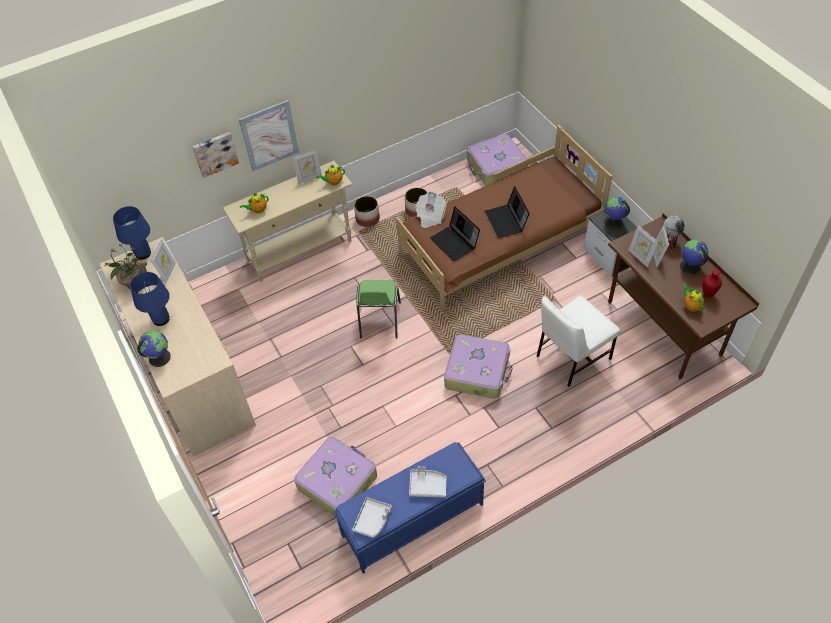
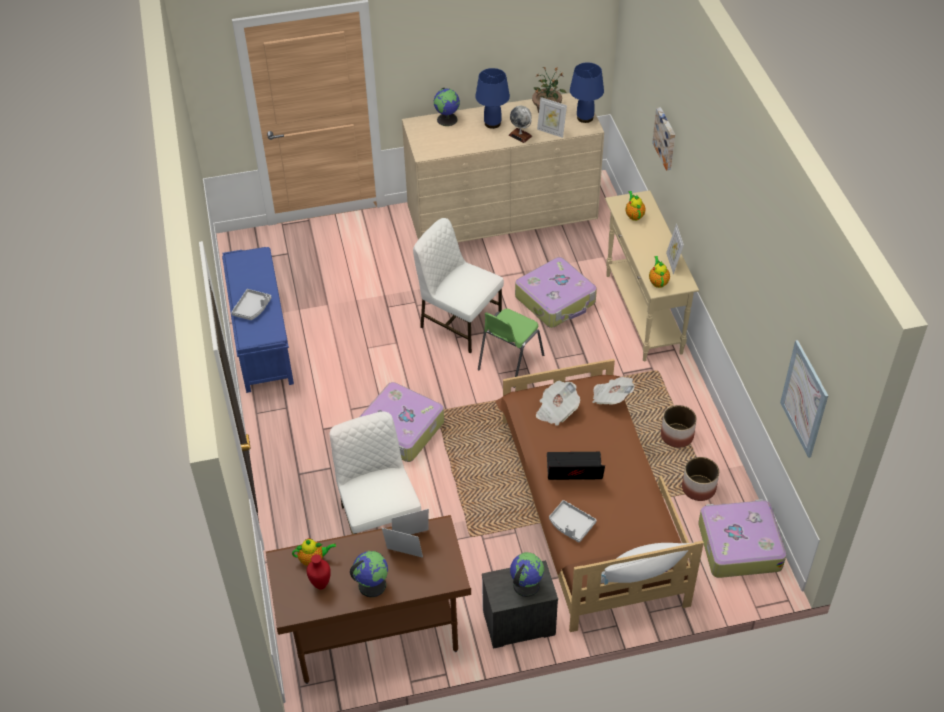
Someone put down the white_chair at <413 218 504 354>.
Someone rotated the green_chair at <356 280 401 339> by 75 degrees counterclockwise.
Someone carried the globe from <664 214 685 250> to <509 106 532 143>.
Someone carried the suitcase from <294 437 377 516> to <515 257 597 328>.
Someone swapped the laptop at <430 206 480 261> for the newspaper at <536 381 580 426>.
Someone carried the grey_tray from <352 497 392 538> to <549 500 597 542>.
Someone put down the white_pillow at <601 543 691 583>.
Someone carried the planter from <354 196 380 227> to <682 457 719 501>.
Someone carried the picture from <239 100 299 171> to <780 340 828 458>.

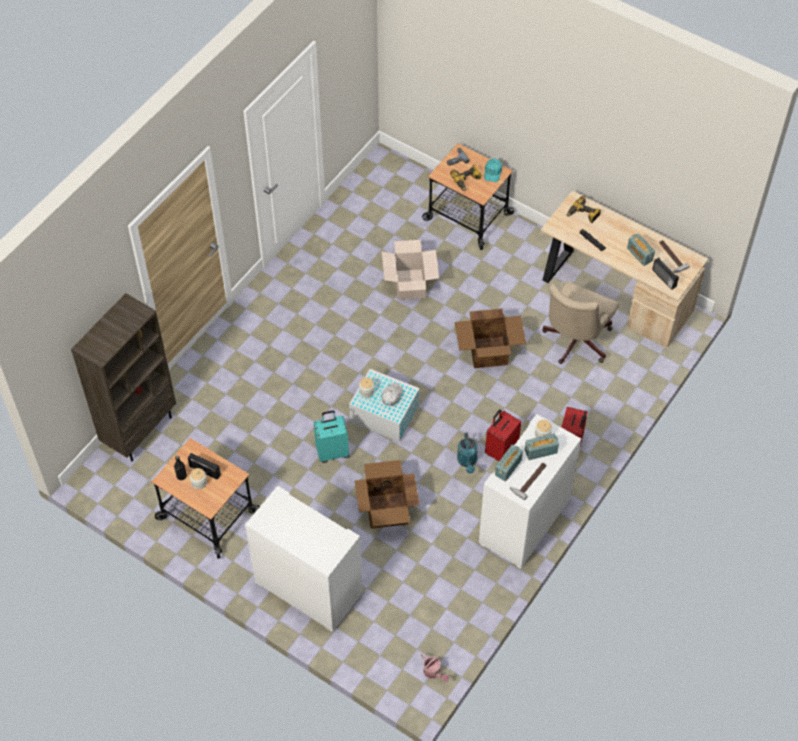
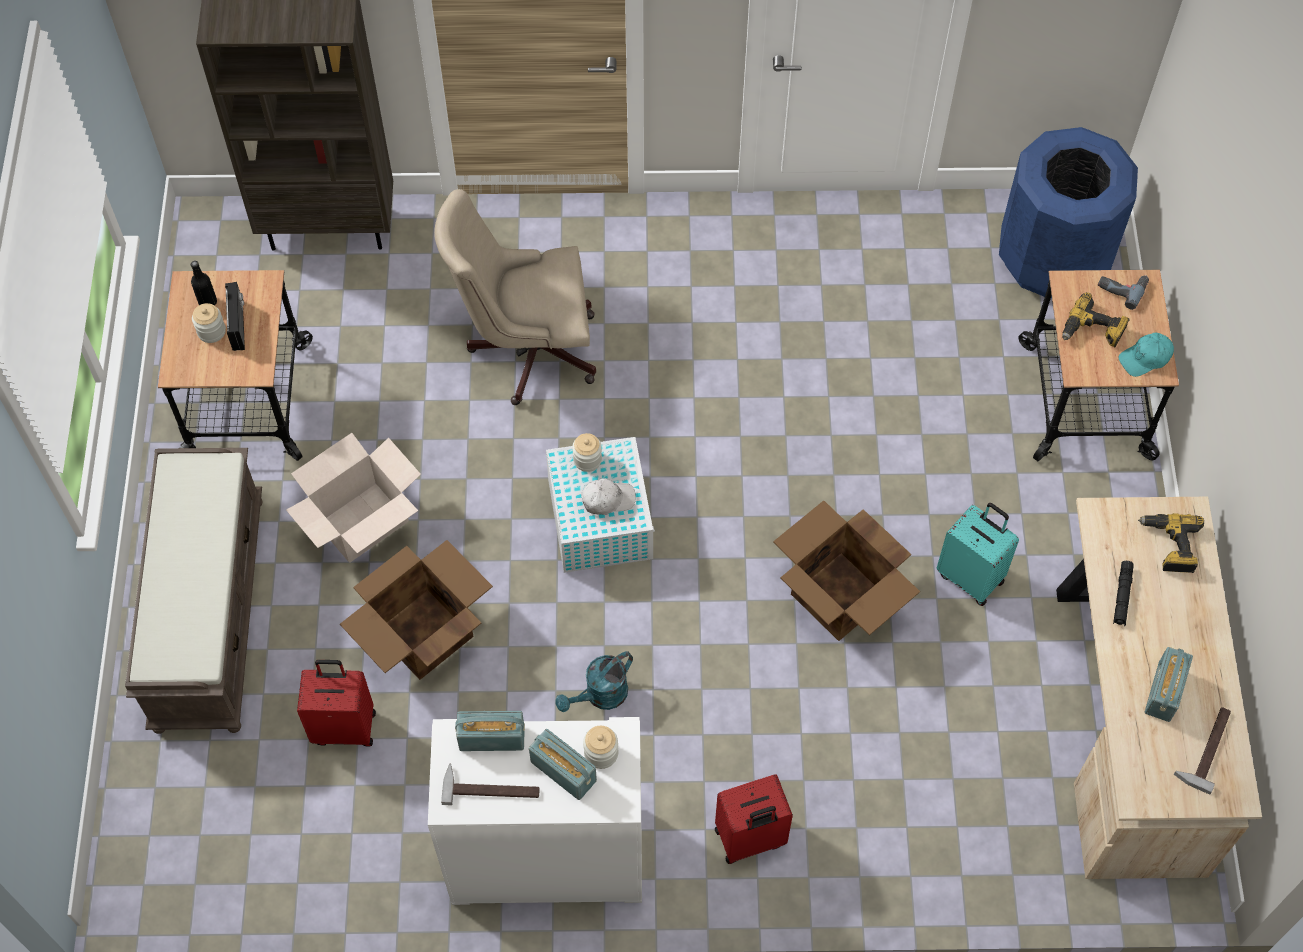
Someone swapped the white_cabinet at <245 486 362 632> for the brown_bench at <125 448 263 734>.
Someone carried the cardboard_box from <382 240 439 300> to <286 433 421 562>.
Someone carried the red_suitcase from <485 409 521 461> to <297 660 376 747>.
Someone carried the beige_office_chair from <542 281 619 364> to <434 189 596 405>.
Someone carried the turquoise_suitcase from <314 410 349 463> to <937 503 1019 606>.
Someone put down the blue_trash_can at <999 127 1138 298>.
Someone took away the watering_can at <421 653 449 682>.
Someone took away the radio at <652 257 679 289>.

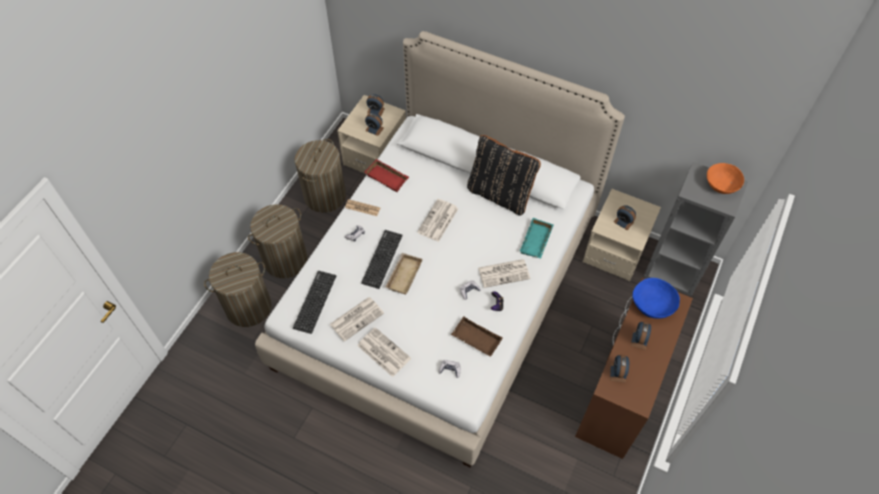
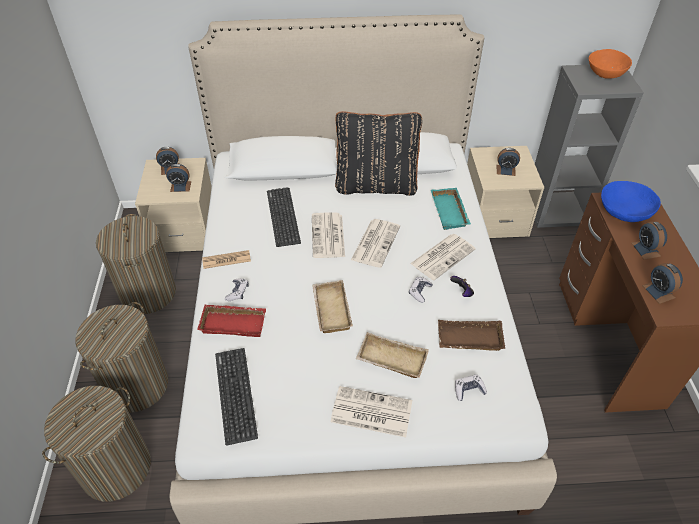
Someone carried the red_tray from <365 159 409 192> to <197 305 266 337>.
Someone carried the keyboard from <361 230 403 289> to <267 187 301 247>.
Someone carried the newspaper from <330 297 384 342> to <351 219 400 268>.
Someone put down the beige_tray at <356 332 429 378>.

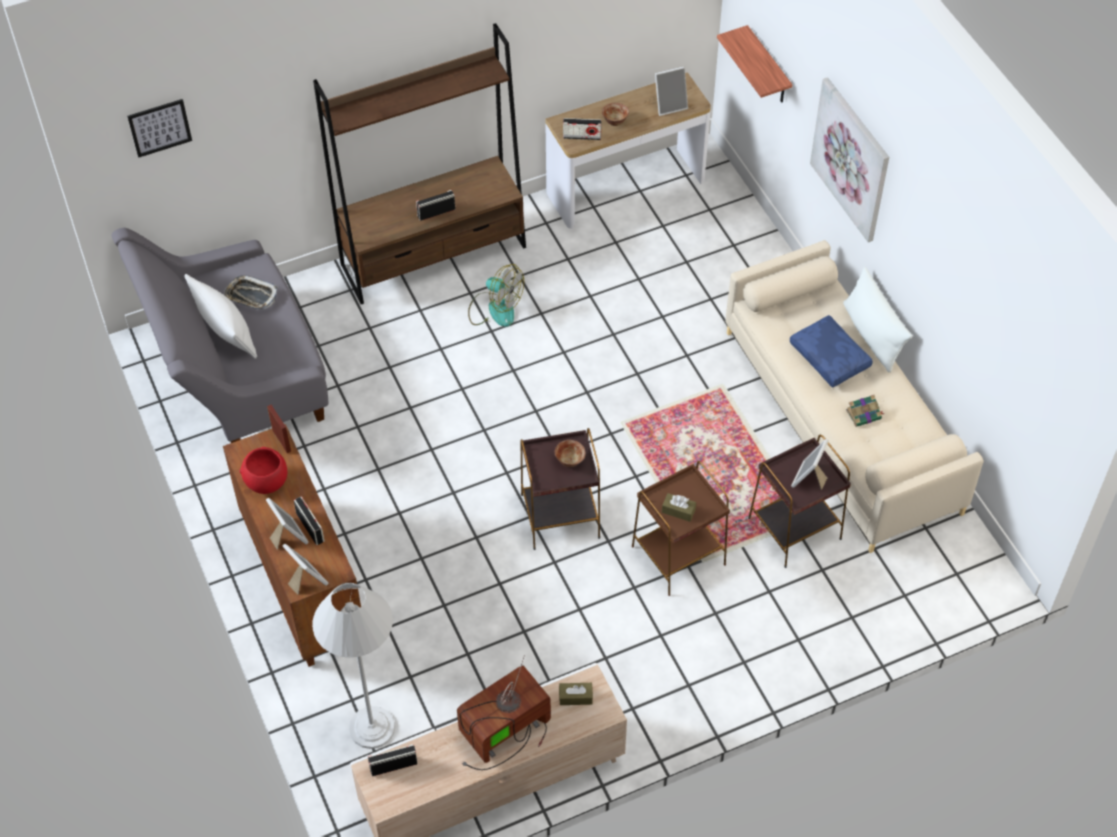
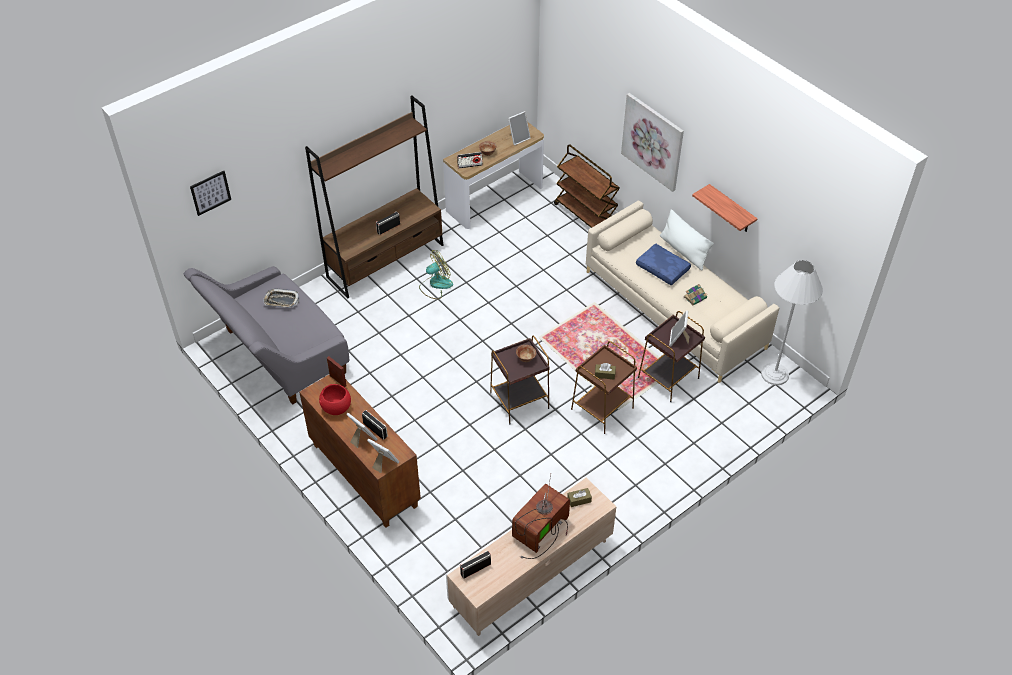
Someone rotated the fan at <468 264 524 327> by 45 degrees counterclockwise.
Someone put down the brown_cart at <554 144 620 228>.
Someone carried the shelf from <717 25 792 102> to <692 184 758 232>.
Someone carried the white_floor_lamp from <312 583 395 749> to <761 260 823 385>.
Someone took away the white_pillow at <185 274 257 359>.

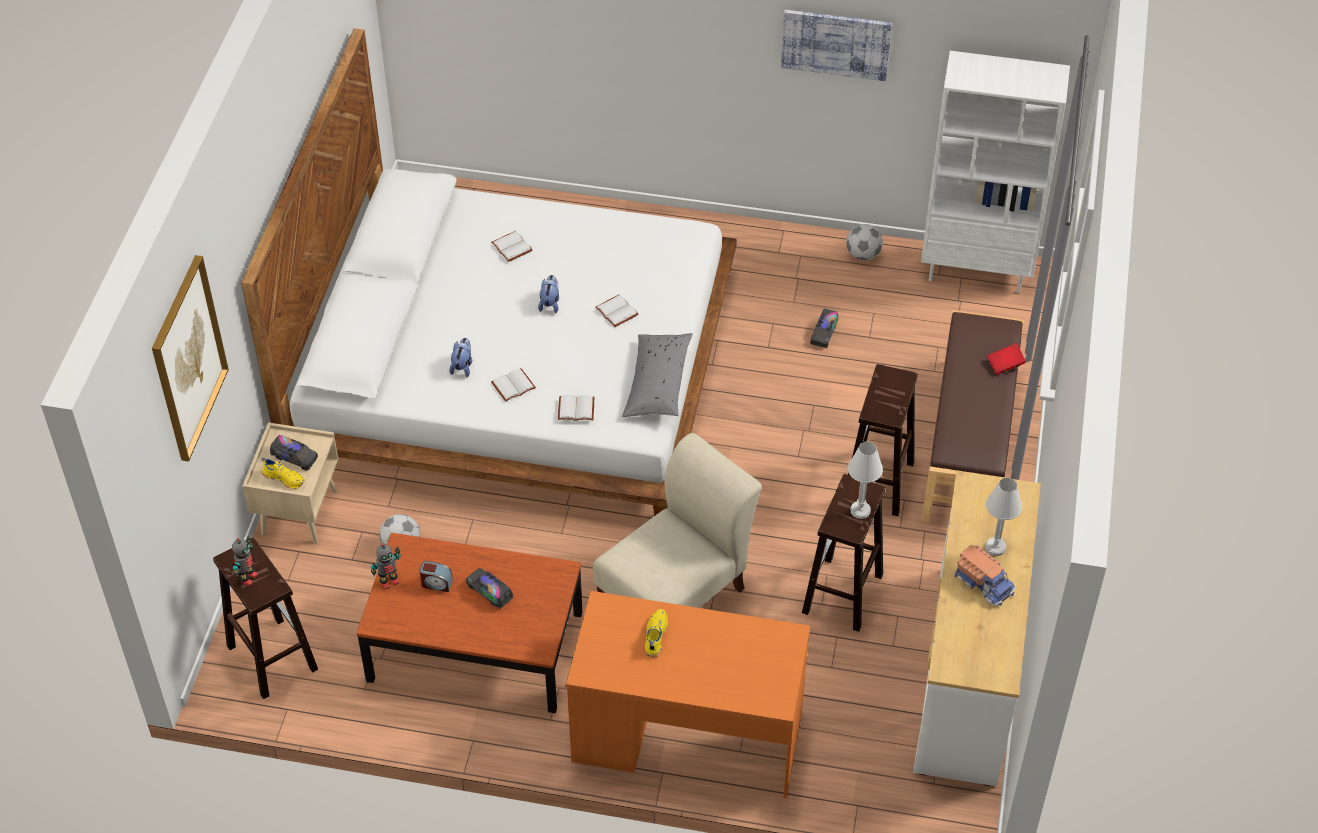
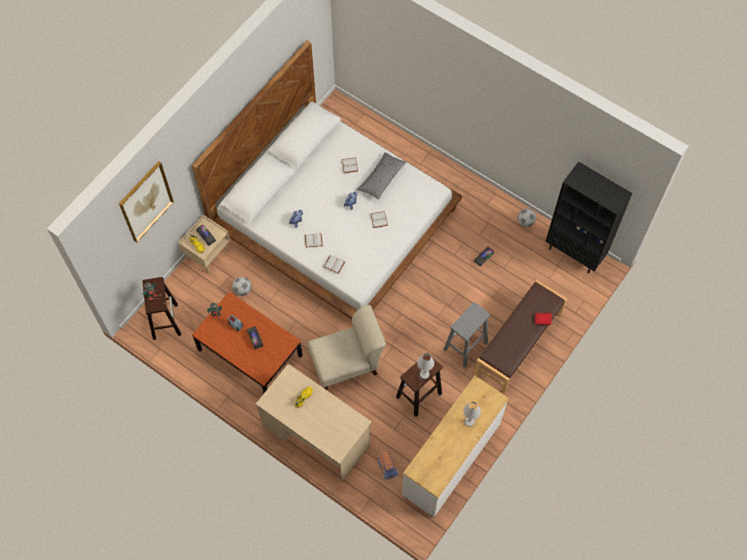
Someone repainted the orange_desk at <566 591 810 798>, which became the beige_desk at <256 364 372 482>.
Someone carried the grey_pillow from <622 333 693 417> to <357 153 407 200>.
Someone carried the toy_truck from <955 544 1015 606> to <377 450 399 480>.
Someone repainted the brown_stool at <848 364 918 516>, which became the grey_stool at <443 302 490 367>.
Someone repainted the white_bookcase at <921 51 1070 293>, which became the black_bookcase at <546 161 632 273>.
Someone took away the picture at <781 10 892 81>.

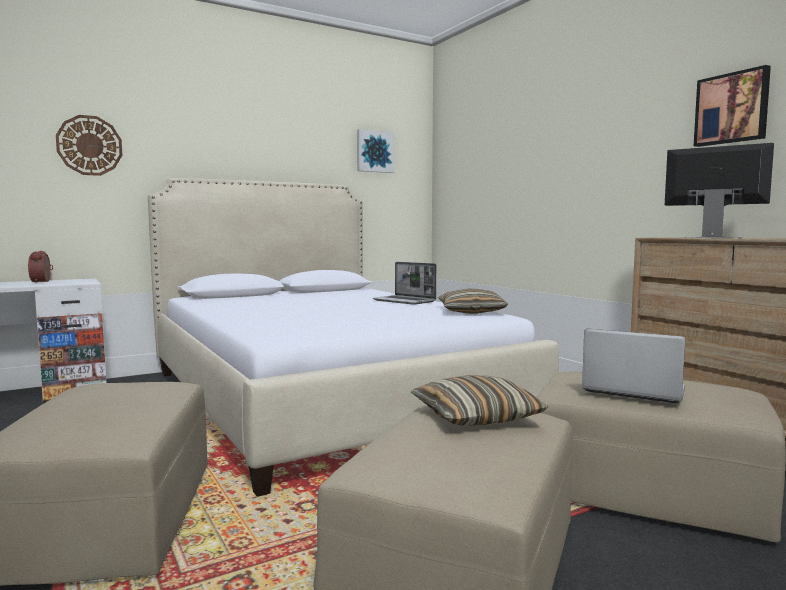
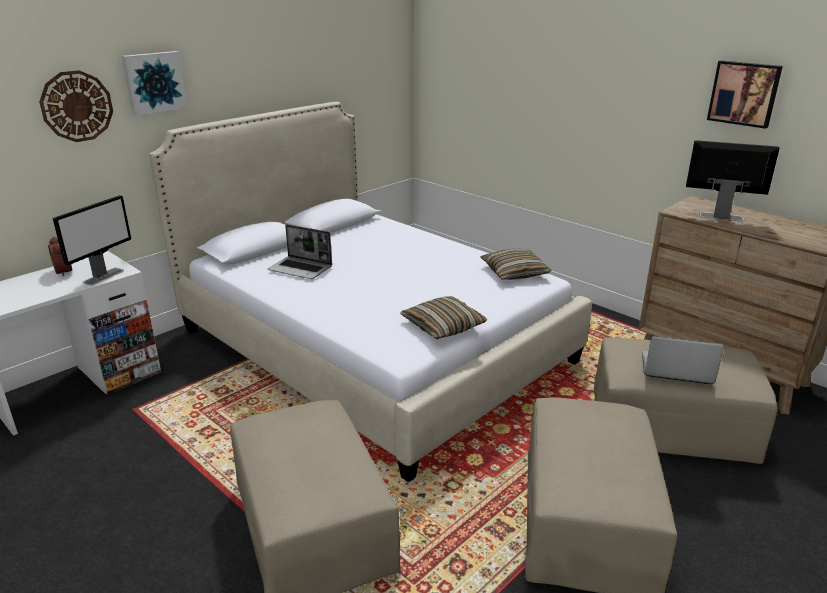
Someone put down the monitor at <53 195 131 286>.
Someone carried the picture from <357 129 394 173> to <122 51 187 116>.
Someone carried the laptop from <373 262 436 305> to <268 224 332 279>.
Someone carried the pillow from <411 375 548 426> to <400 296 488 339>.

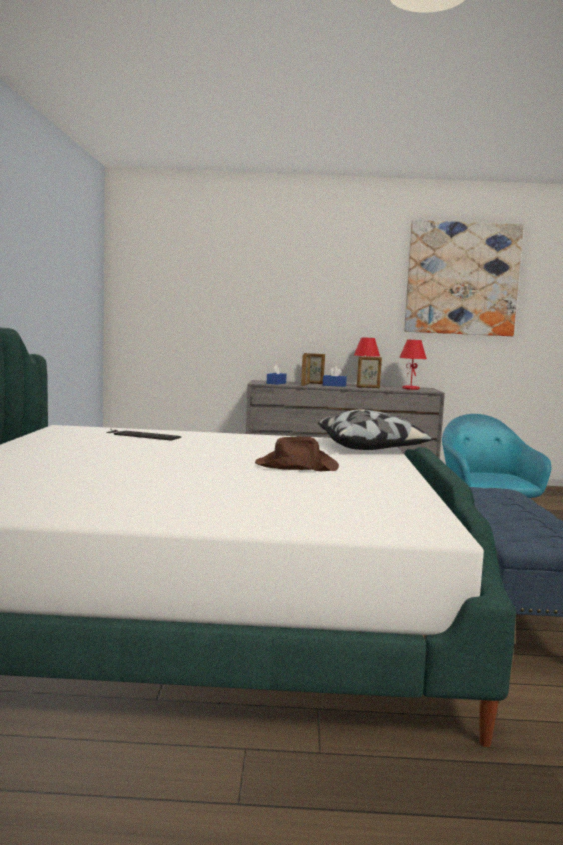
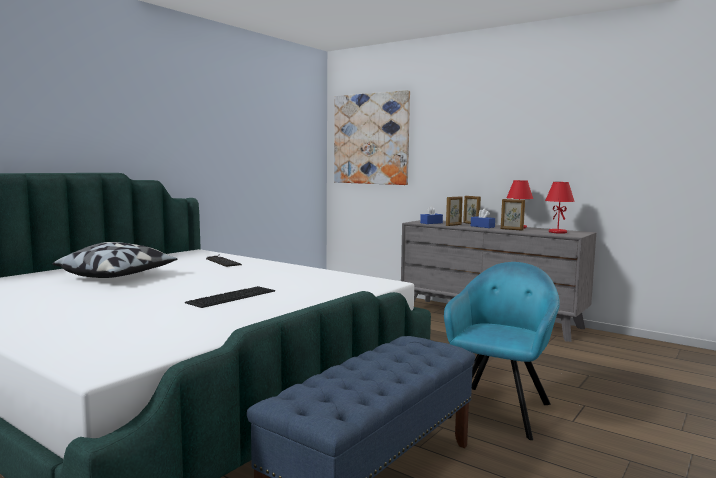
Someone carried the pillow from <318 409 433 450> to <53 242 177 278>.
Someone swapped the brown_hat at <255 436 339 471> for the keyboard at <185 286 275 308>.
Someone carried the picture from <404 220 523 336> to <334 90 410 185>.

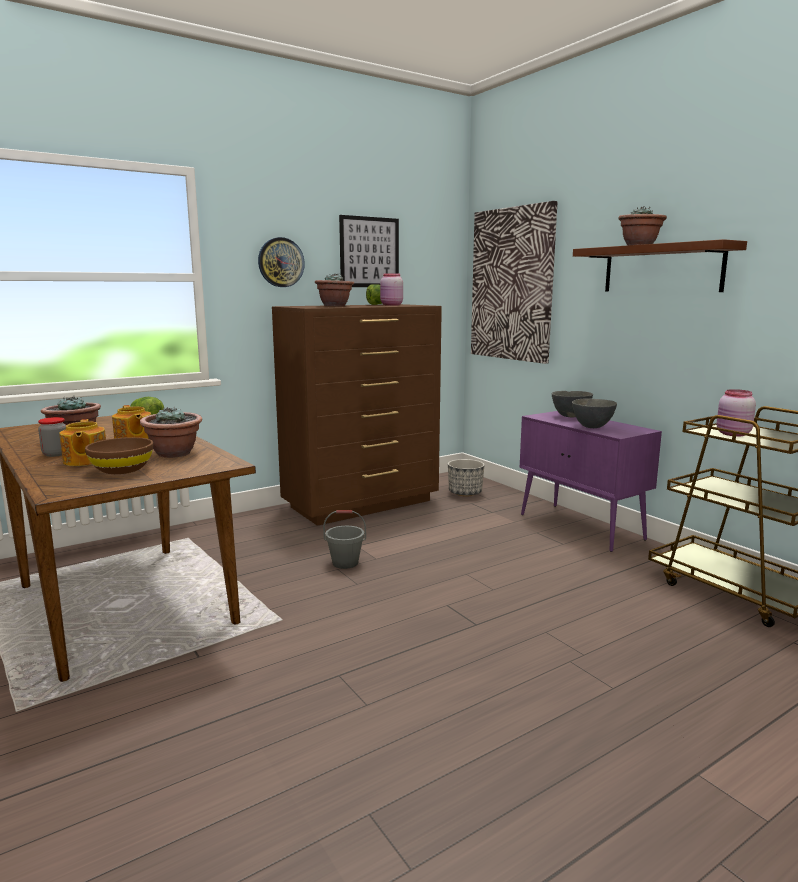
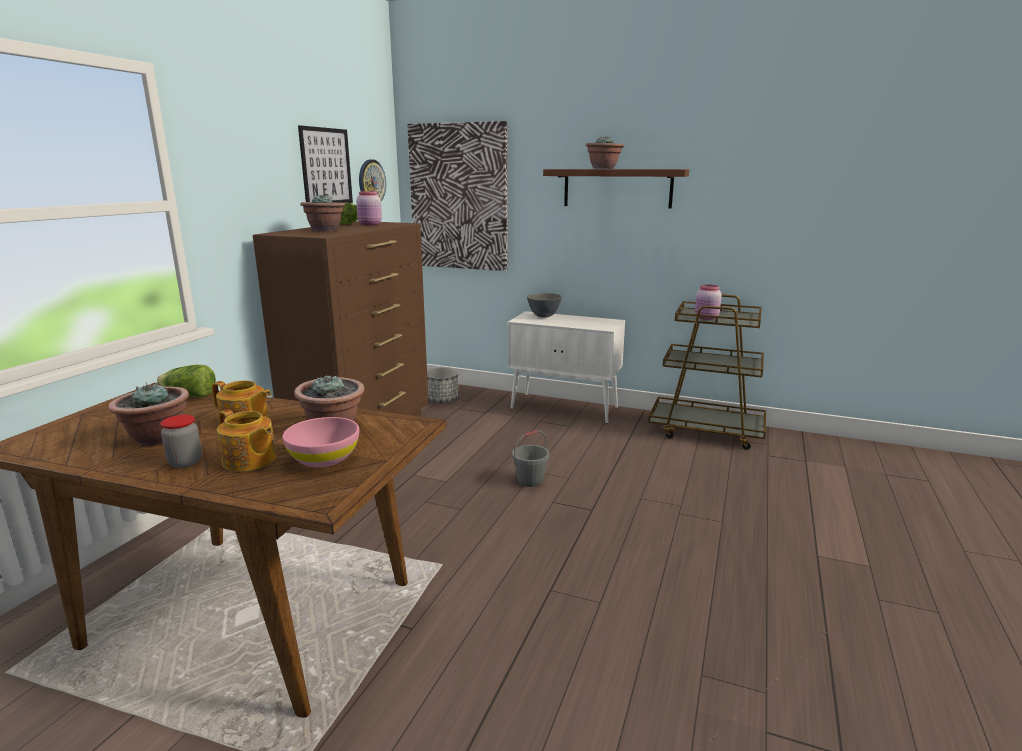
Someone repainted the brown_bowl at <85 437 153 474>, which became the pink_bowl at <282 417 359 468>.
Someone carried the wall_clock from <258 237 305 287> to <359 160 386 201>.
Someone repainted the purple_cabinet at <520 411 662 552>, which became the white_cabinet at <508 311 625 423>.
Someone carried the grey_bucket from <323 510 366 569> to <512 430 549 487>.
Someone took away the grey_bowl at <572 398 617 428>.

